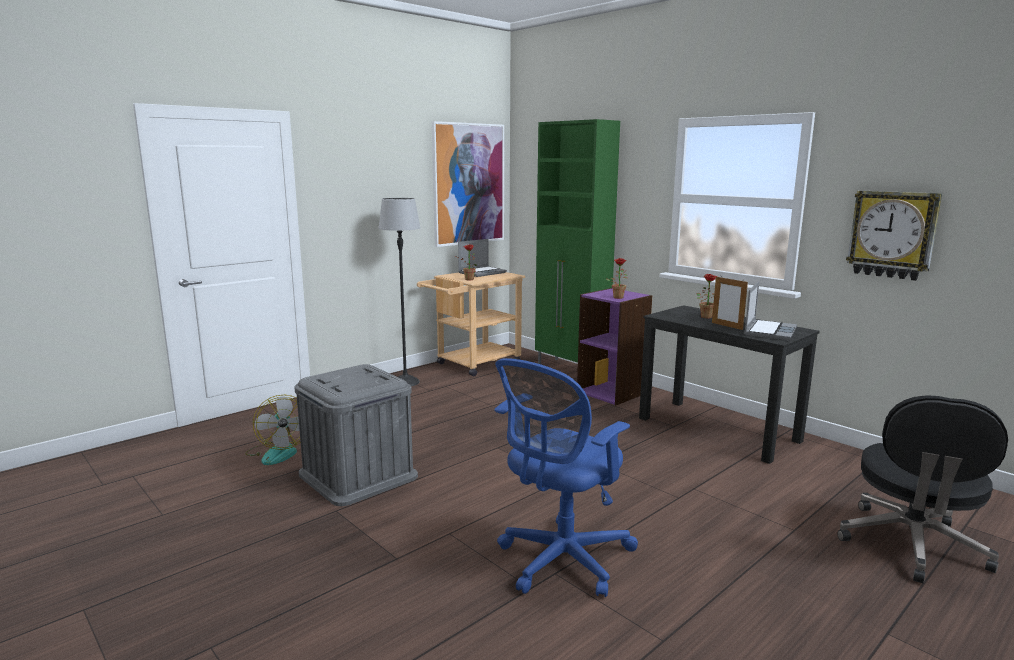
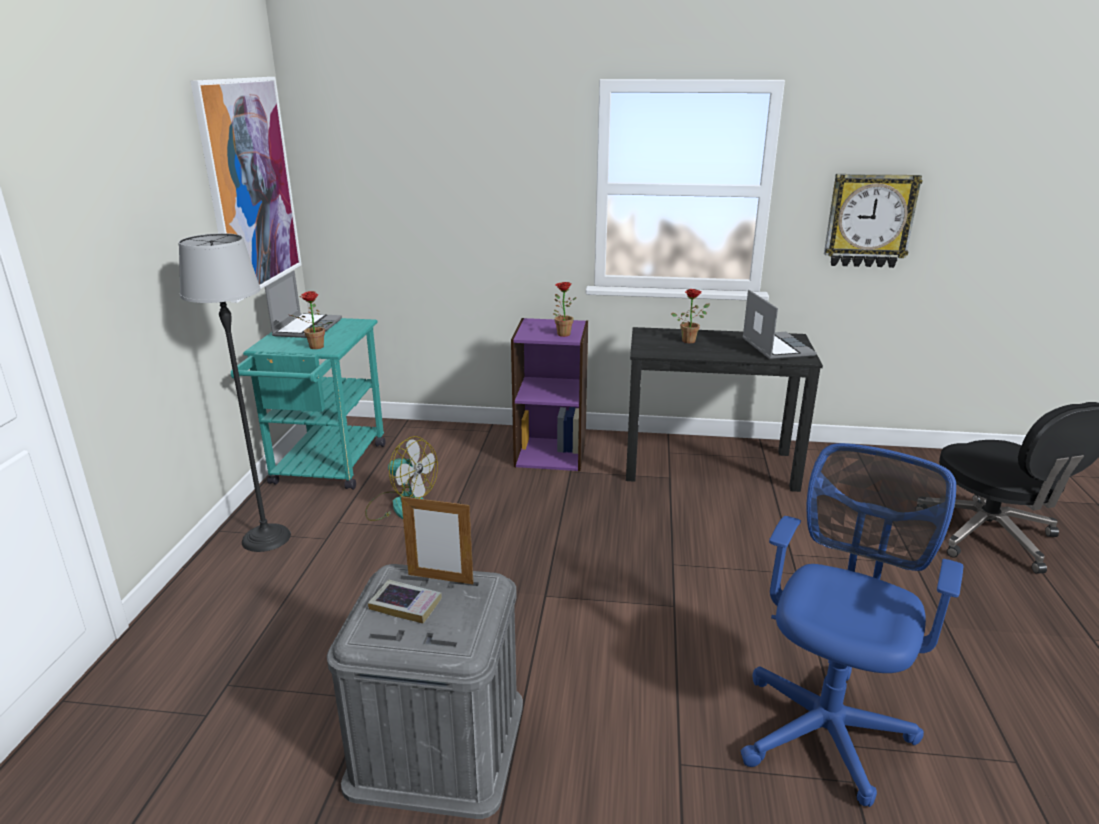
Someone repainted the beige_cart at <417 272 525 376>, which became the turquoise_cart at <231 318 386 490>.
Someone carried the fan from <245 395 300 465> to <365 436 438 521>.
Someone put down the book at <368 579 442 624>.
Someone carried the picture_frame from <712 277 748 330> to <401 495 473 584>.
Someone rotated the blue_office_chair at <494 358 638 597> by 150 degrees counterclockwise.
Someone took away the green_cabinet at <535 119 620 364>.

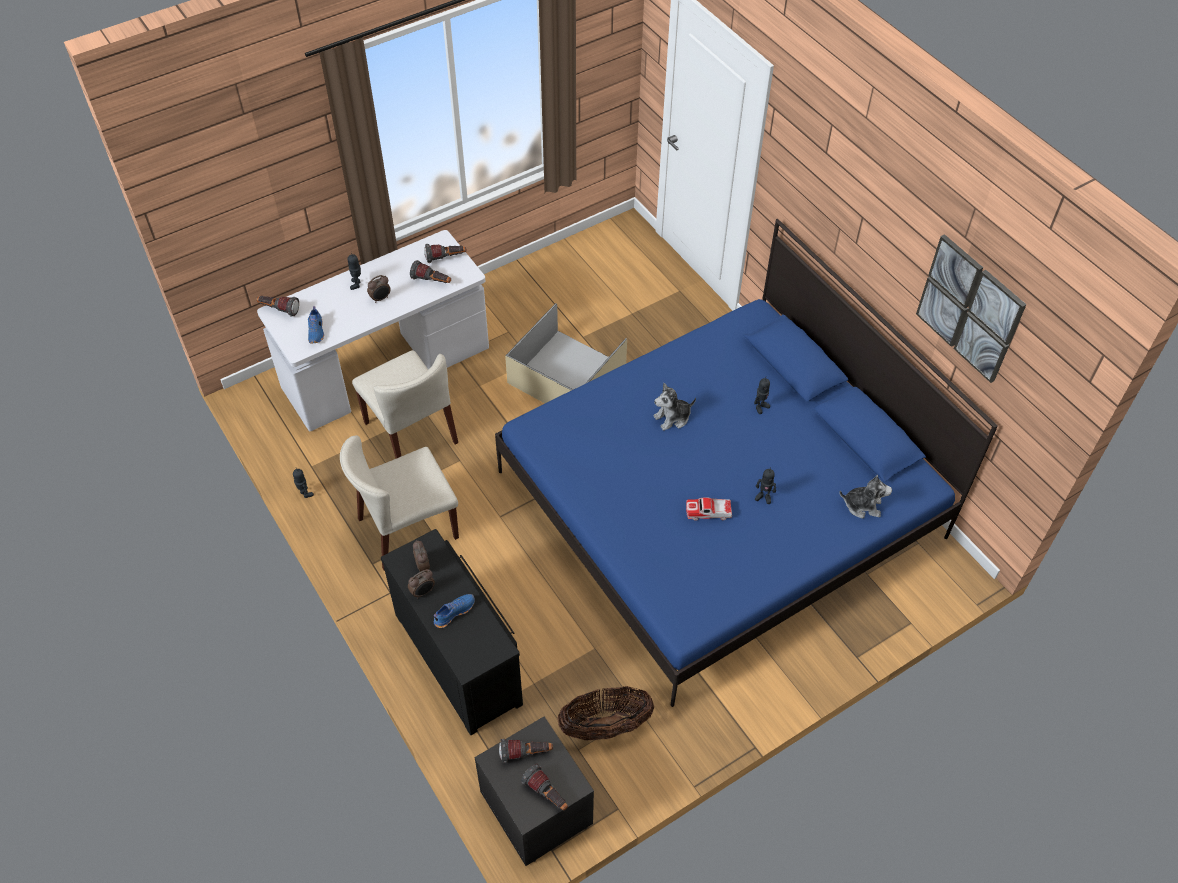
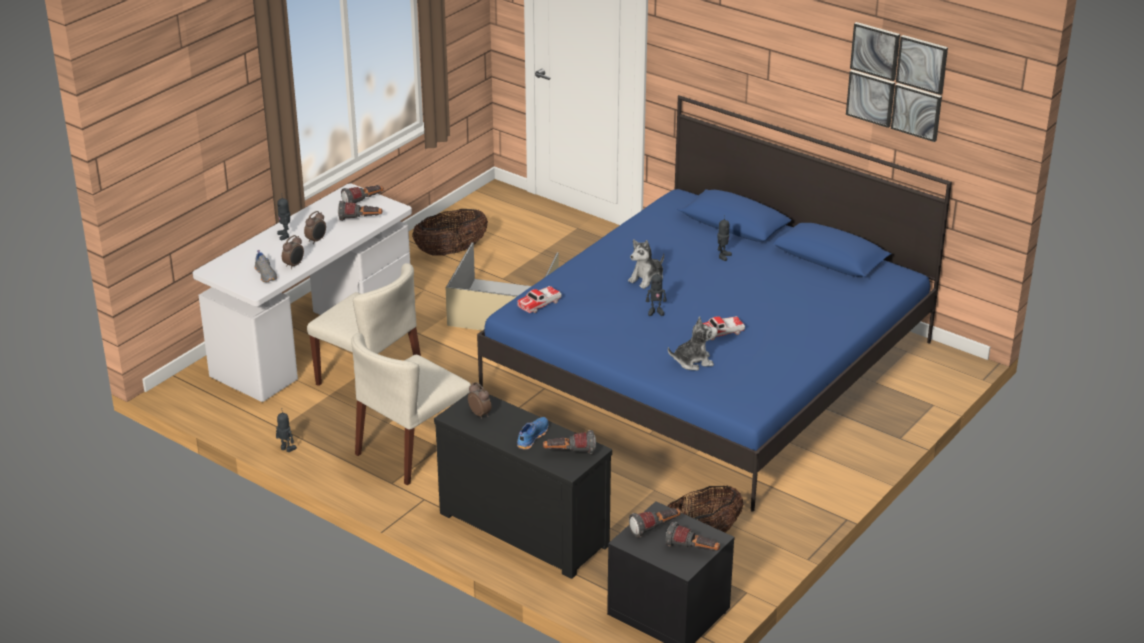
Someone repainted the blue_shoe at <308 306 324 343>, which became the grey_shoe at <254 250 277 282>.
Someone carried the alarm_clock from <408 569 435 599> to <282 235 304 269>.
Someone put down the basket at <412 209 488 256>.
Someone put down the toy_car at <517 286 562 313>.
Someone carried the flashlight from <256 296 299 317> to <543 430 596 454>.
Someone carried the toy_robot from <755 467 776 504> to <646 269 667 316>.
Someone carried the plush_toy from <839 475 892 518> to <668 316 718 370>.

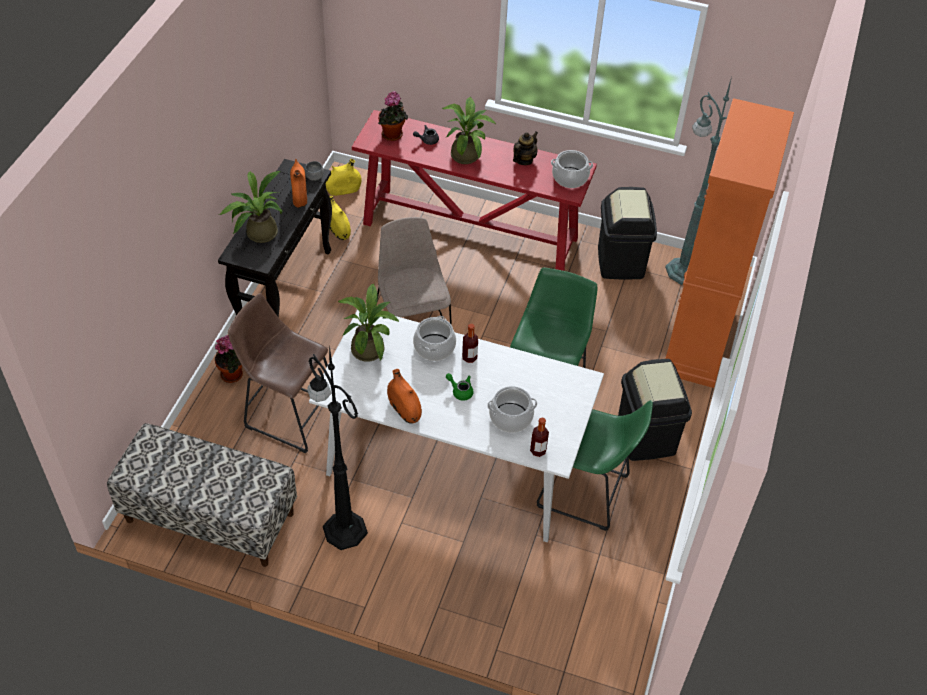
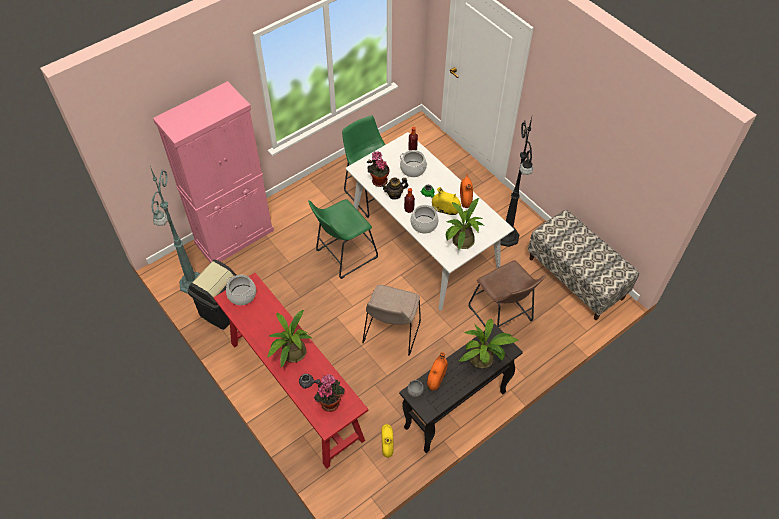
Someone repainted the orange_cabinet at <665 98 794 388>, which became the pink_cabinet at <153 81 274 263>.
Someone carried the potted_plant from <215 335 243 383> to <367 151 389 187>.
Someone carried the teapot from <513 132 538 165> to <382 177 409 200>.
Someone carried the yellow_vase from <326 159 362 196> to <432 187 461 215>.
Someone took away the black_trash_can at <618 359 692 461>.

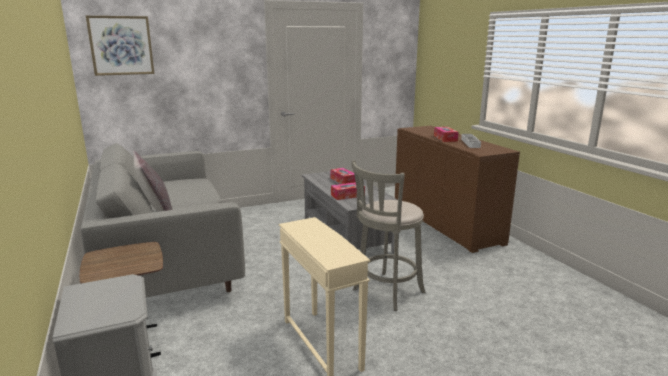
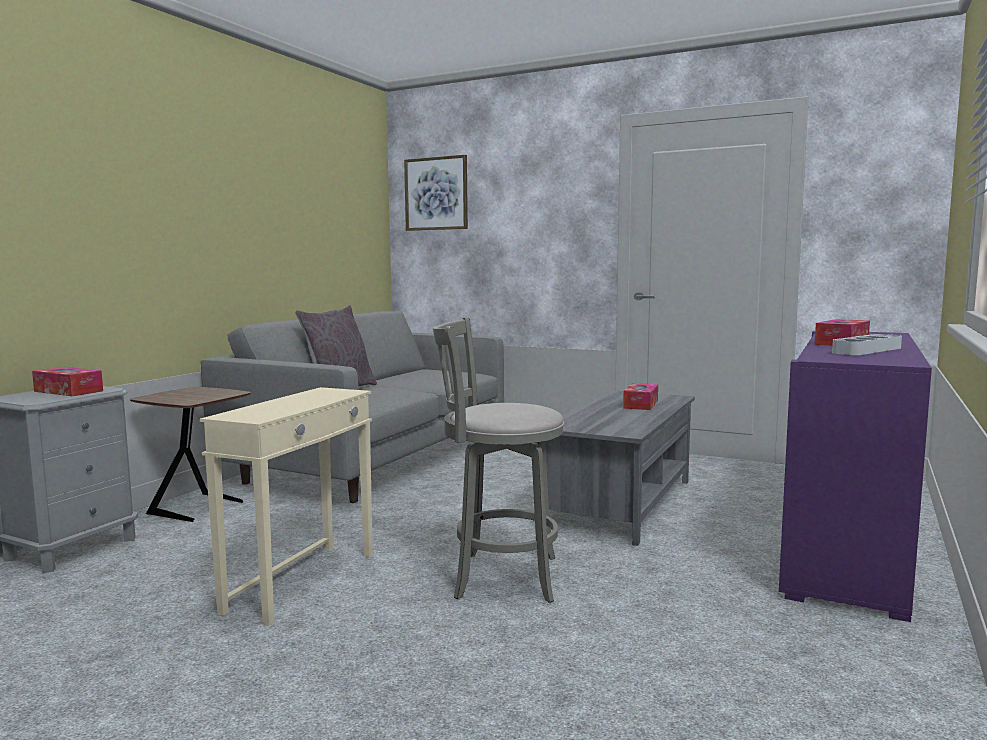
Someone carried the tissue_box from <331 182 365 200> to <32 367 103 396>.
Someone repainted the brown_cabinet at <395 126 520 253>, which became the purple_cabinet at <779 331 932 622>.

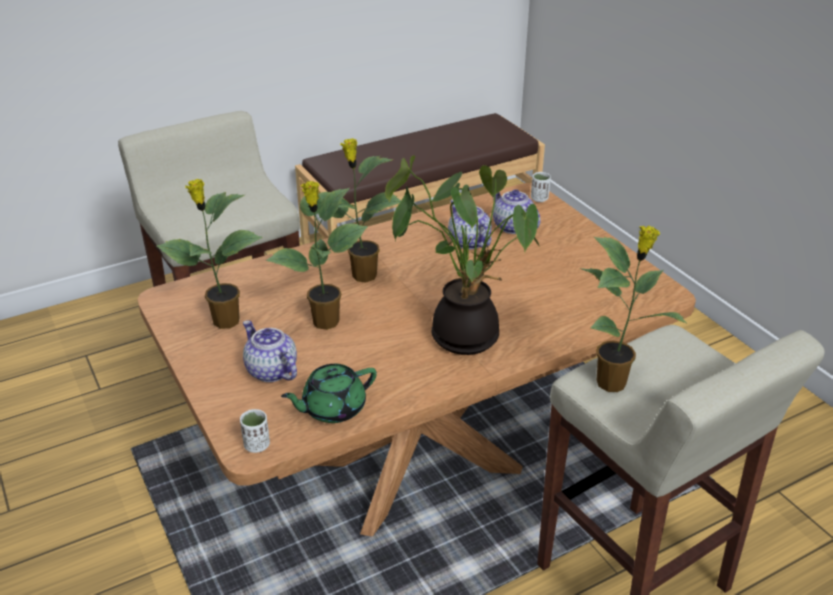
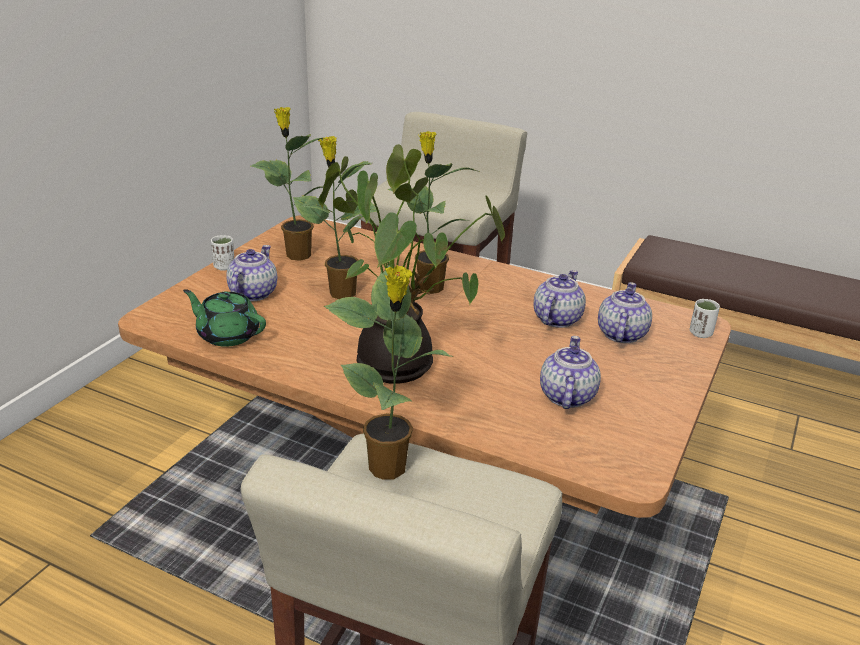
Someone carried the white_cup from <240 409 270 453> to <211 235 234 271>.
Someone put down the teapot at <540 336 601 409>.

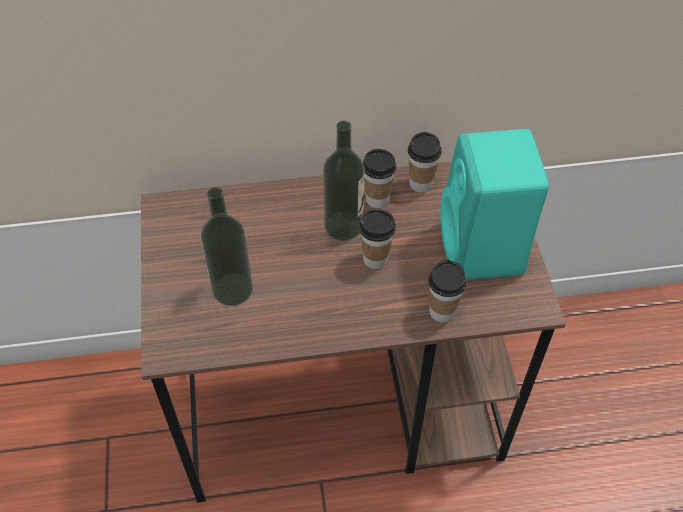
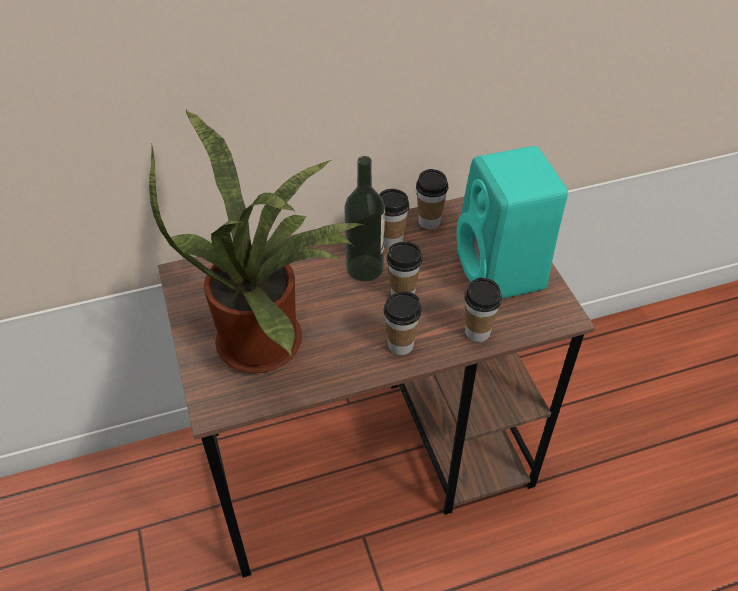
Someone swapped the bottle at <201 187 253 306> for the potted_plant at <149 109 363 373>.
Someone put down the cup at <384 291 421 355>.

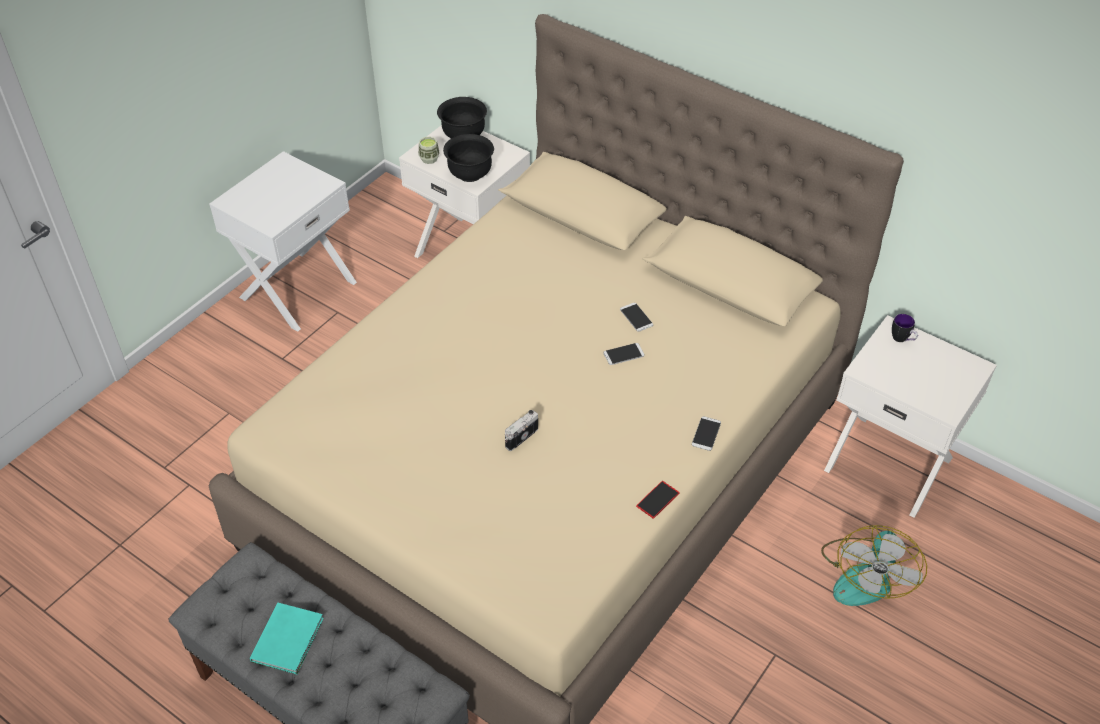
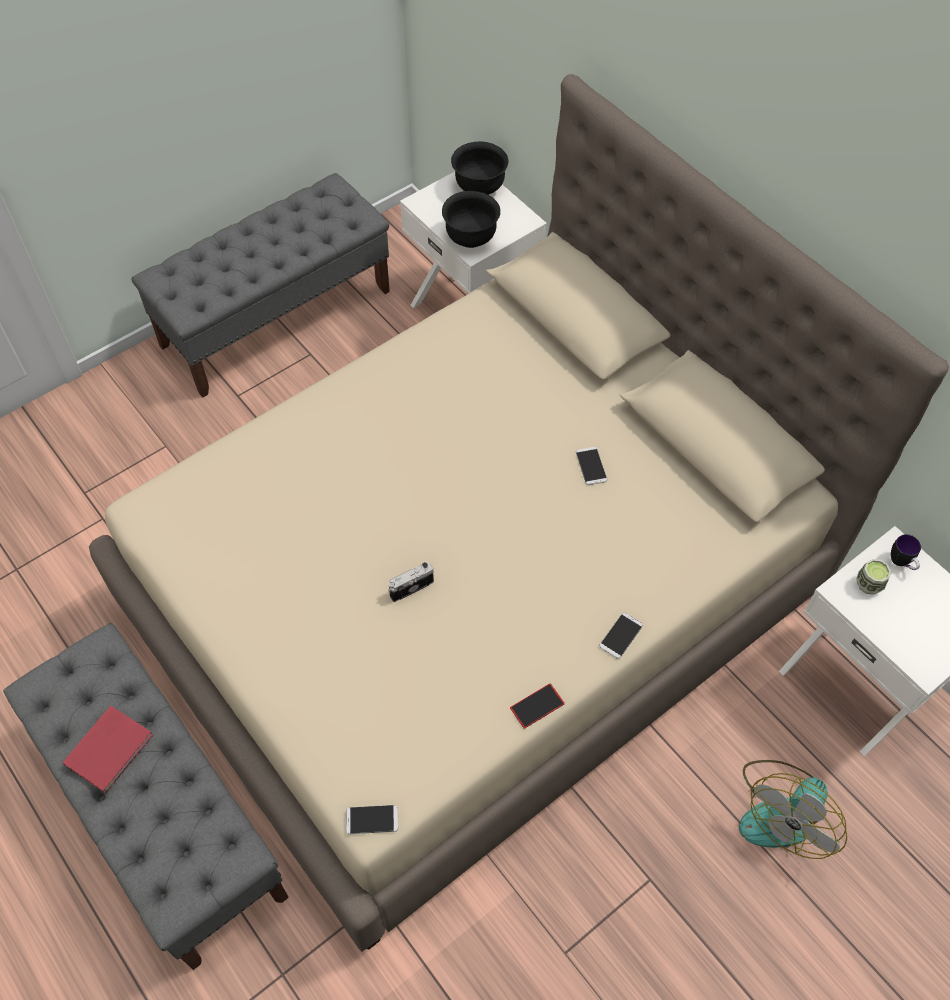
Someone repainted the turquoise_book at <250 603 324 675>, which became the red_book at <63 705 153 793>.
Someone swapped the white_nightstand at <209 151 357 332> for the grey_bench at <132 173 390 398>.
Someone carried the phone from <603 343 644 365> to <346 805 398 834>.
Someone carried the cup from <419 137 440 164> to <856 559 891 595>.

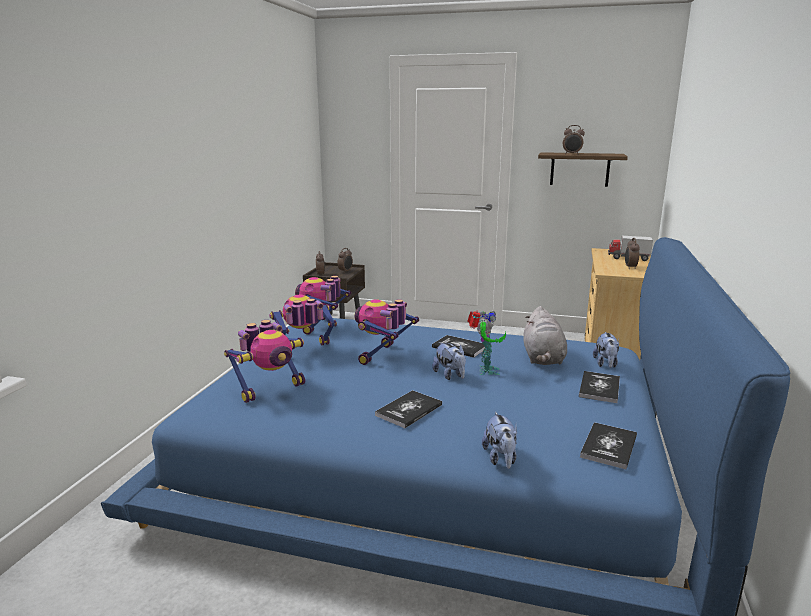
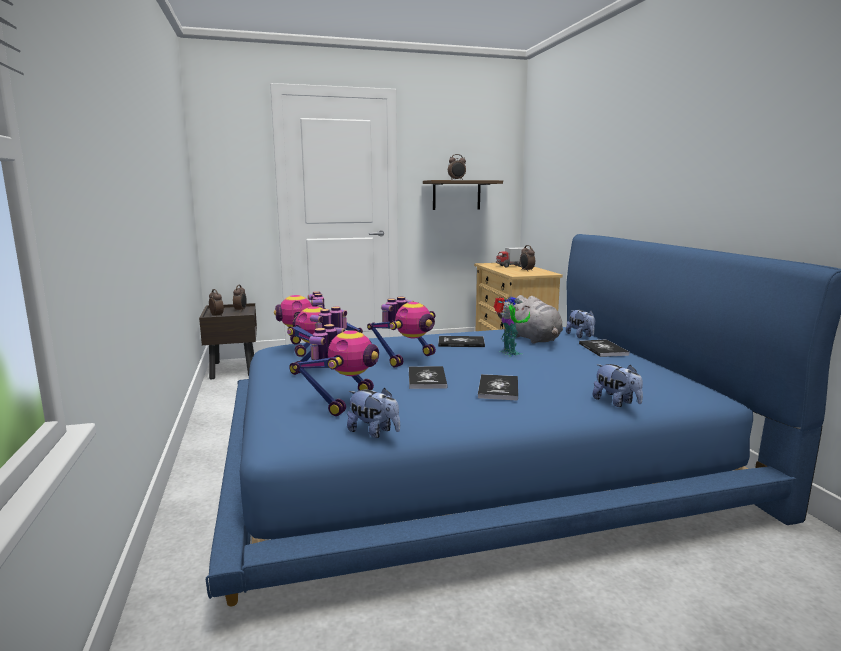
Someone carried the plush_toy from <432 342 466 380> to <347 388 400 438>.
Someone rotated the toy_robot at <354 299 419 365> by 135 degrees counterclockwise.
Someone carried the book from <580 422 637 469> to <409 366 448 389>.

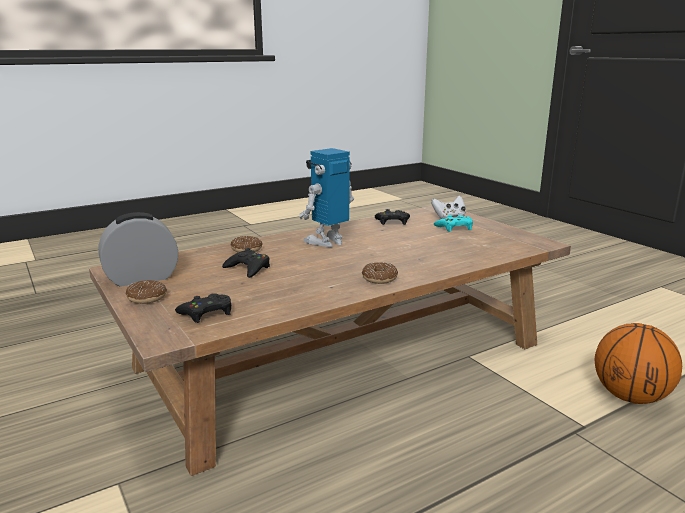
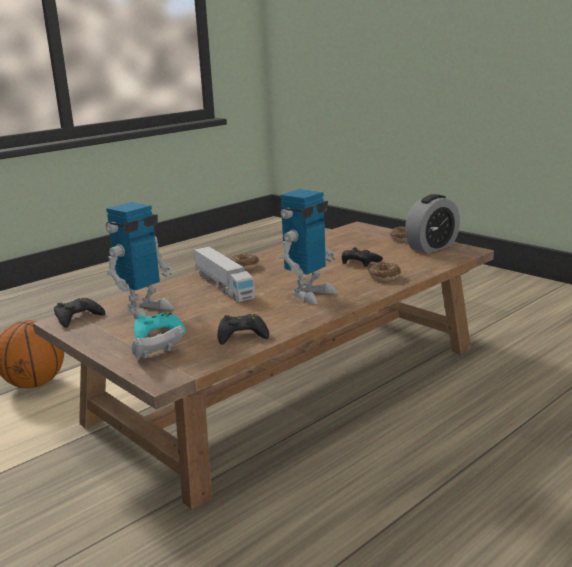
Someone carried the black_game_controller from <175 293 231 323> to <54 298 105 328>.
Someone put down the toy_robot at <106 202 174 319>.
Someone put down the toy_truck at <194 247 255 302>.

